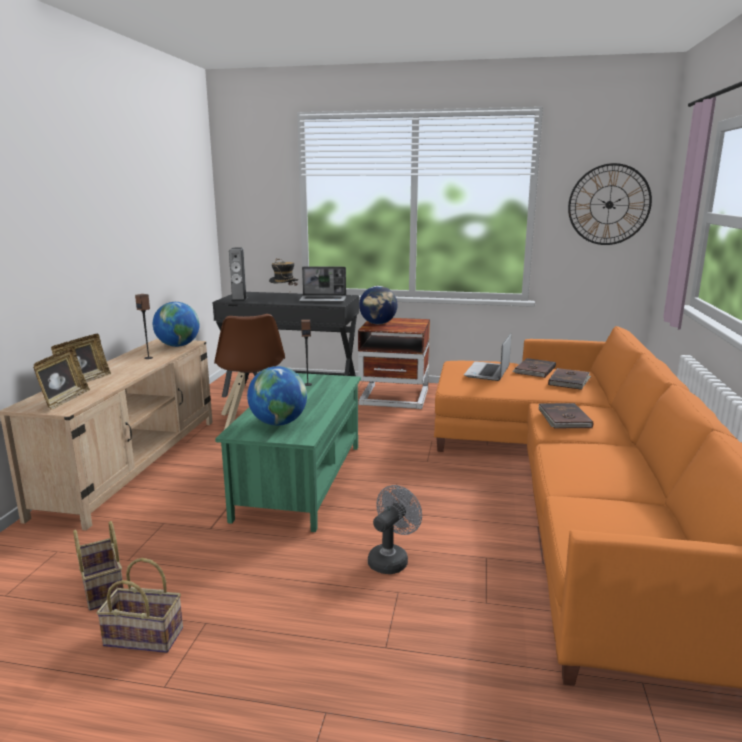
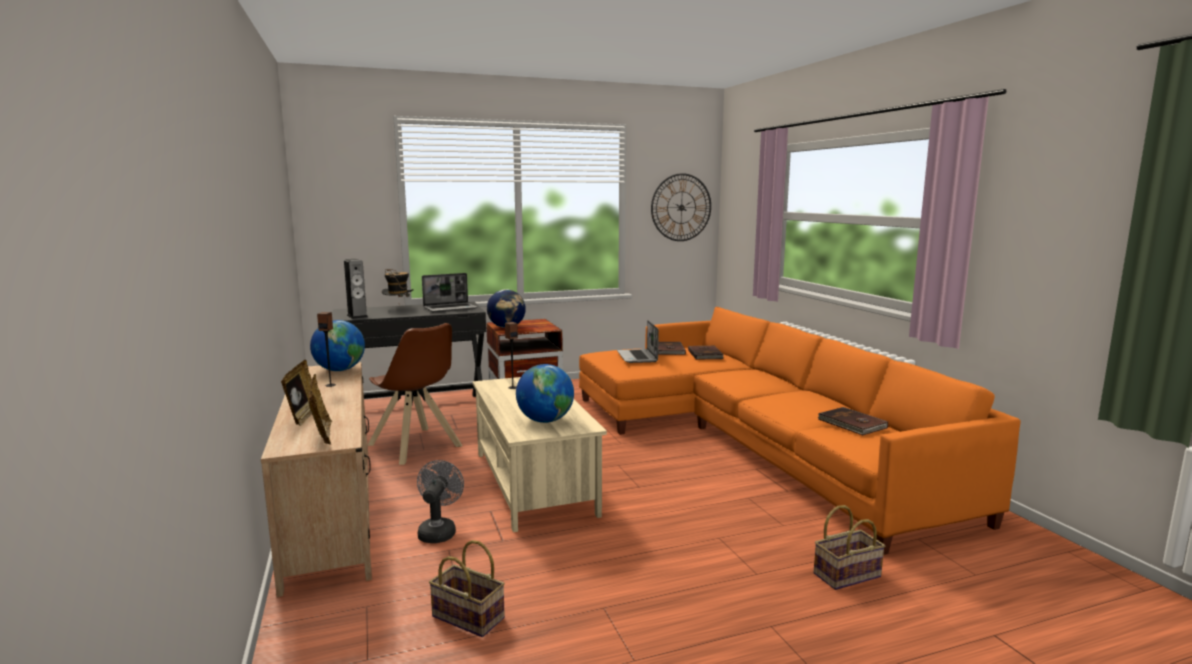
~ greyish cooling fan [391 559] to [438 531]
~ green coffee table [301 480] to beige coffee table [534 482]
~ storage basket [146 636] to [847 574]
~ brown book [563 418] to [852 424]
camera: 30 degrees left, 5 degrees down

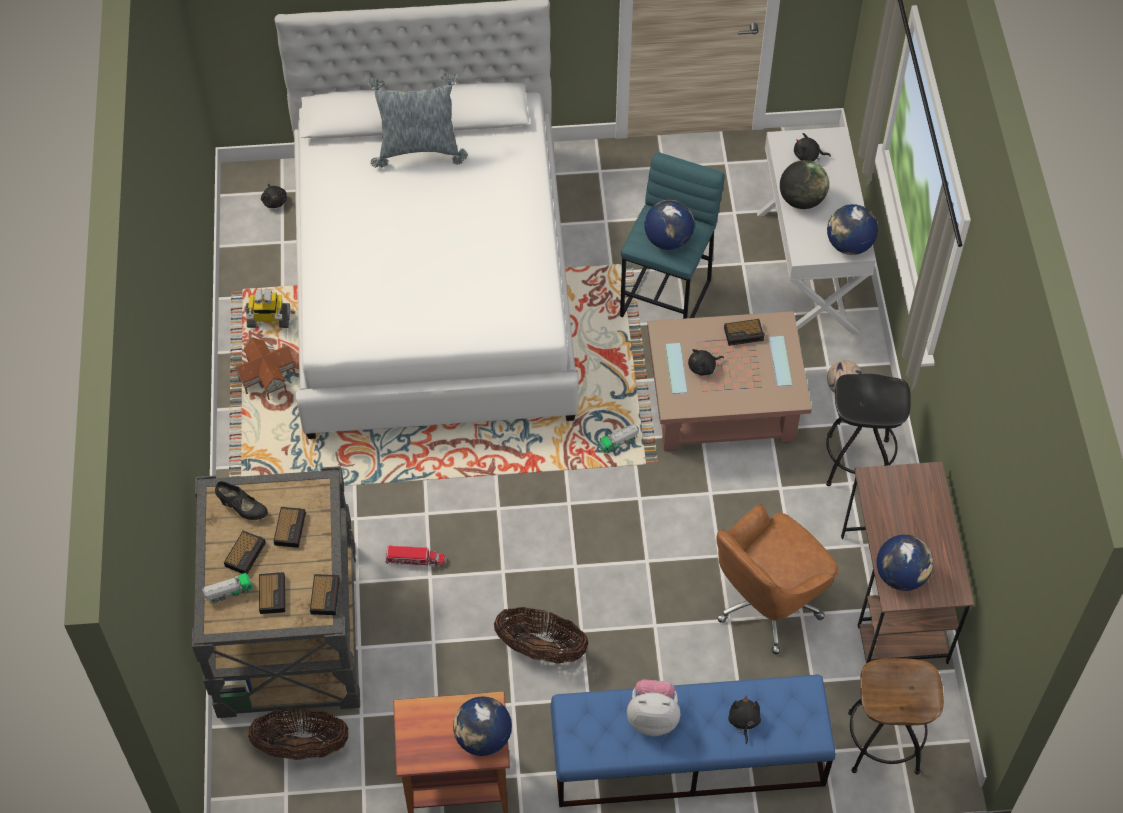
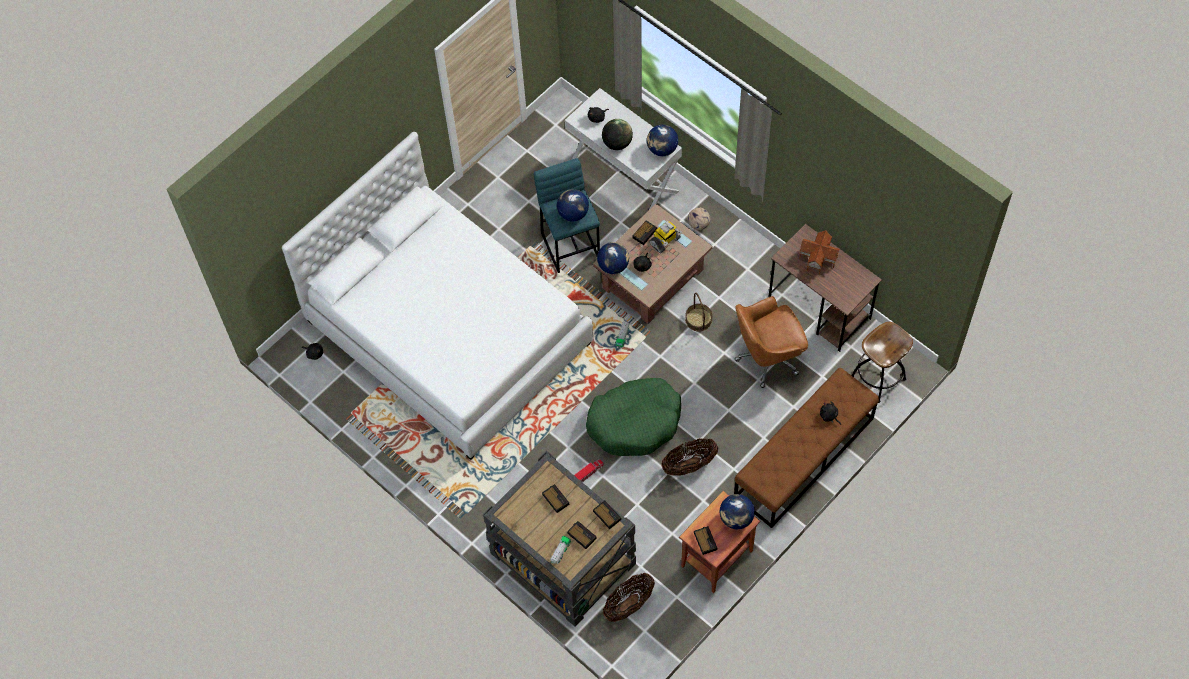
+ green pet bed [635 422]
~ world globe [901 575] to [613 266]
~ toy robot [268 319] to [665 241]
+ storage basket [698 319]
~ bedside clock [245 553] to [705 540]
~ blue long seat [687 758] to brown long seat [804 458]
~ brown desk chair [767 604] = [767 357] 60 degrees clockwise
~ miniature house [266 378] to [818 258]
- black-coloured item of footwear [242 508]
- cushion [418 153]
- plush toy [652 717]
- black-coloured sitting stool [857 461]
camera: 40 degrees left, 5 degrees up

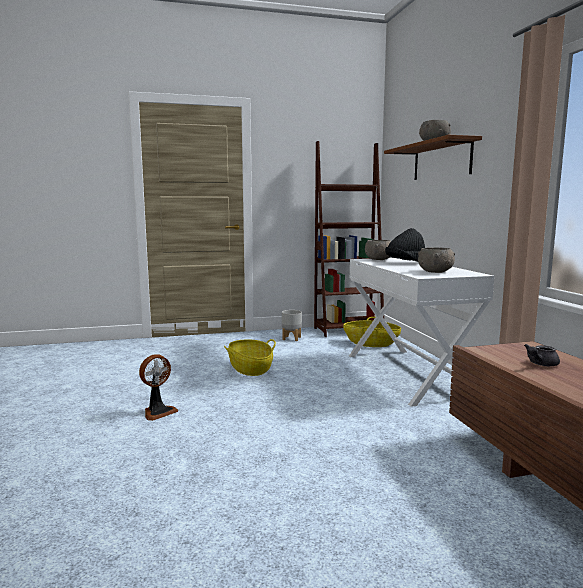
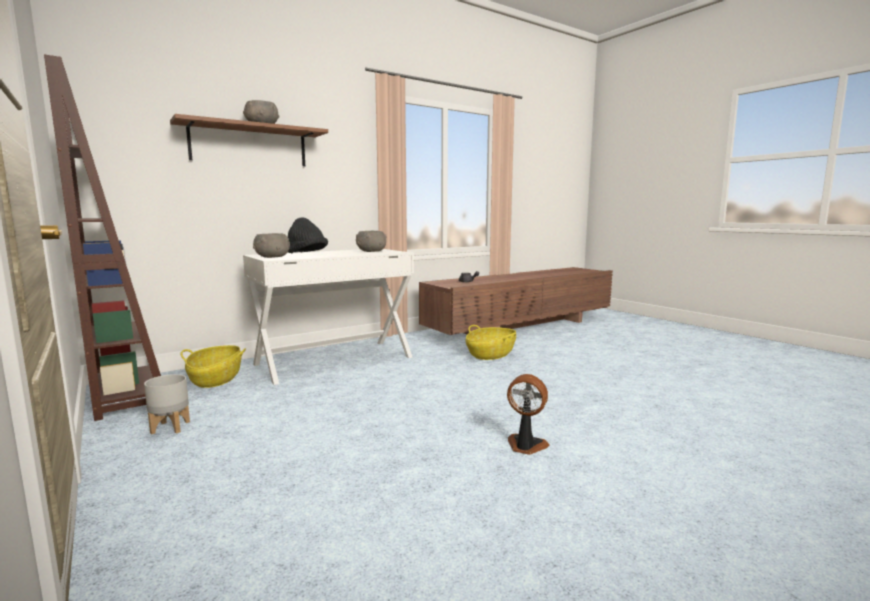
~ storage basket [250 369] to [491 354]
camera: 110 degrees left, 0 degrees up

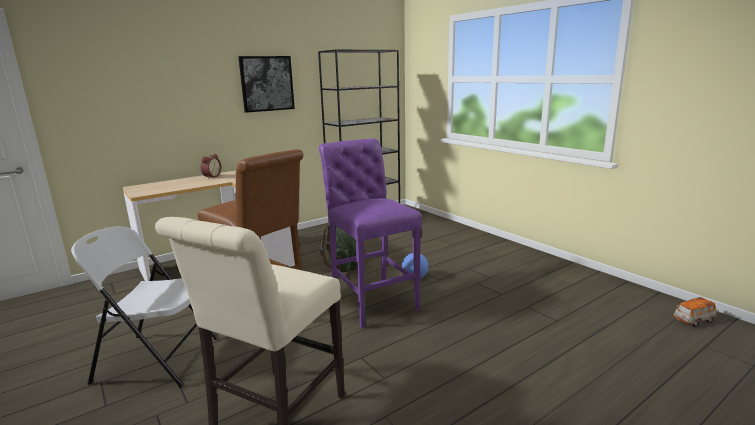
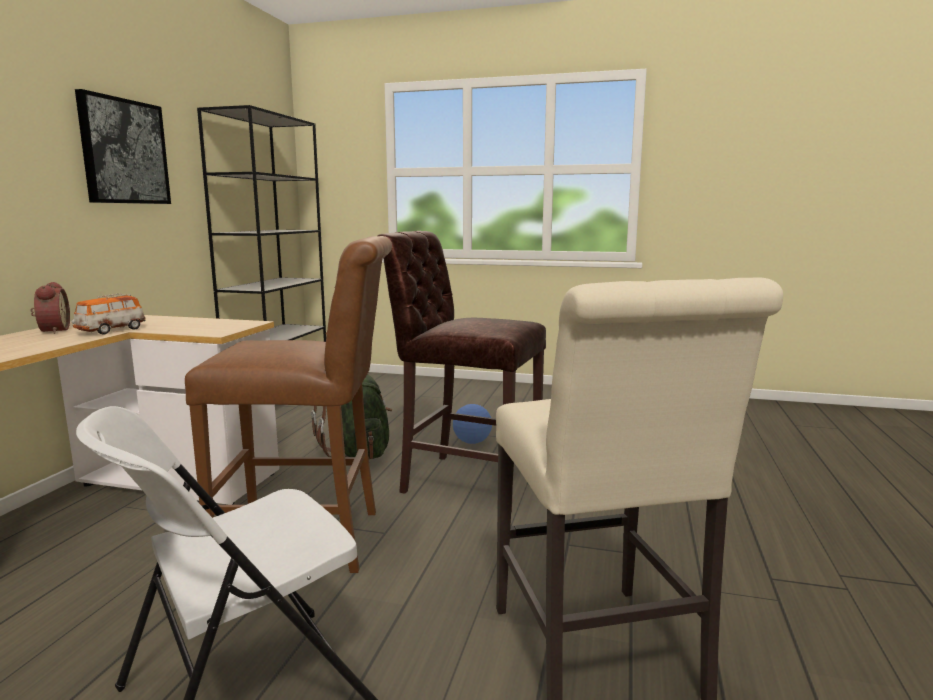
~ toy car [693 320] to [111 330]
~ purple-coloured sitting stool [372 300] to brown sitting stool [464 480]
camera: 40 degrees left, 5 degrees down

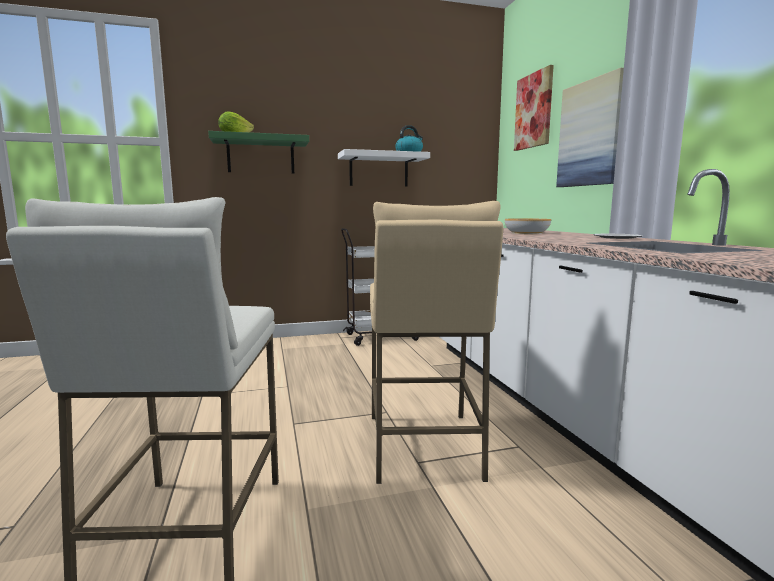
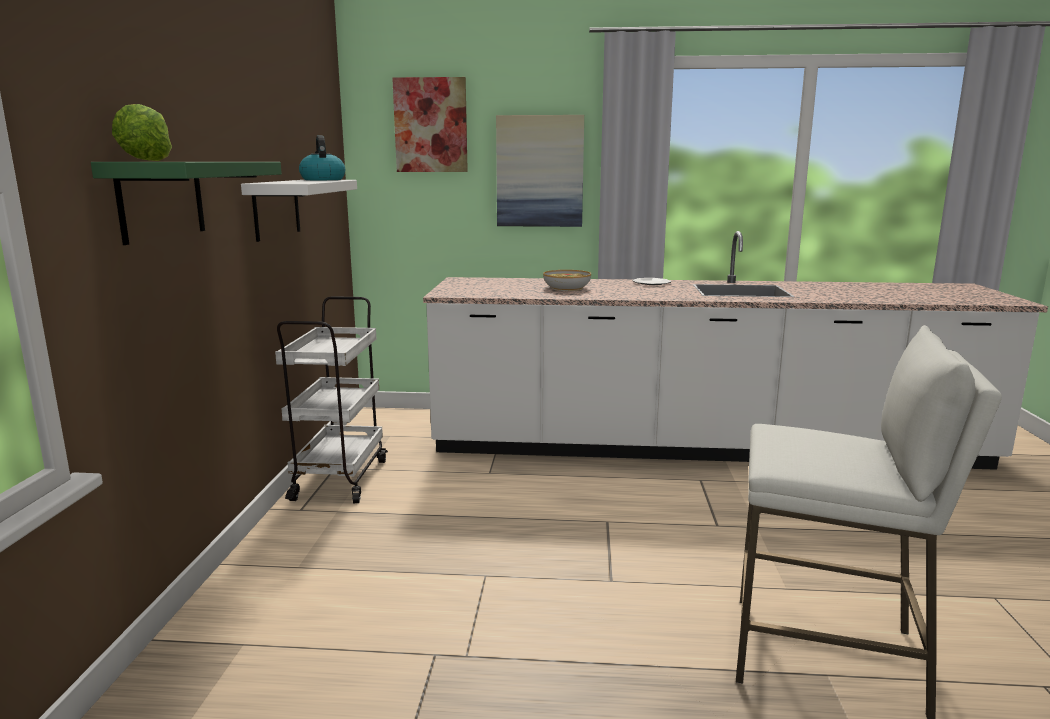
- beige sitting stool [423 446]
camera: 70 degrees left, 5 degrees up

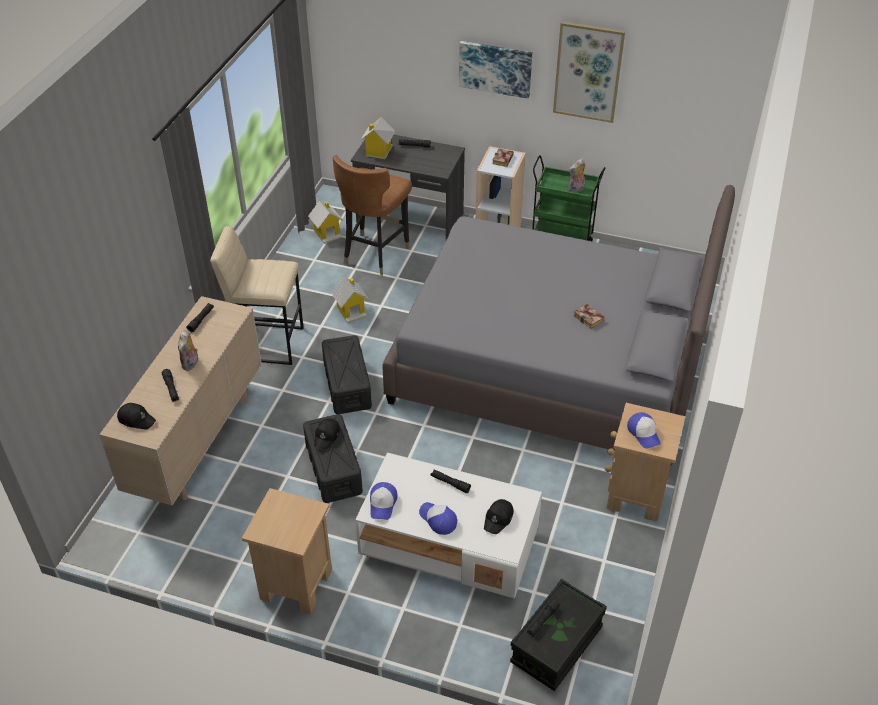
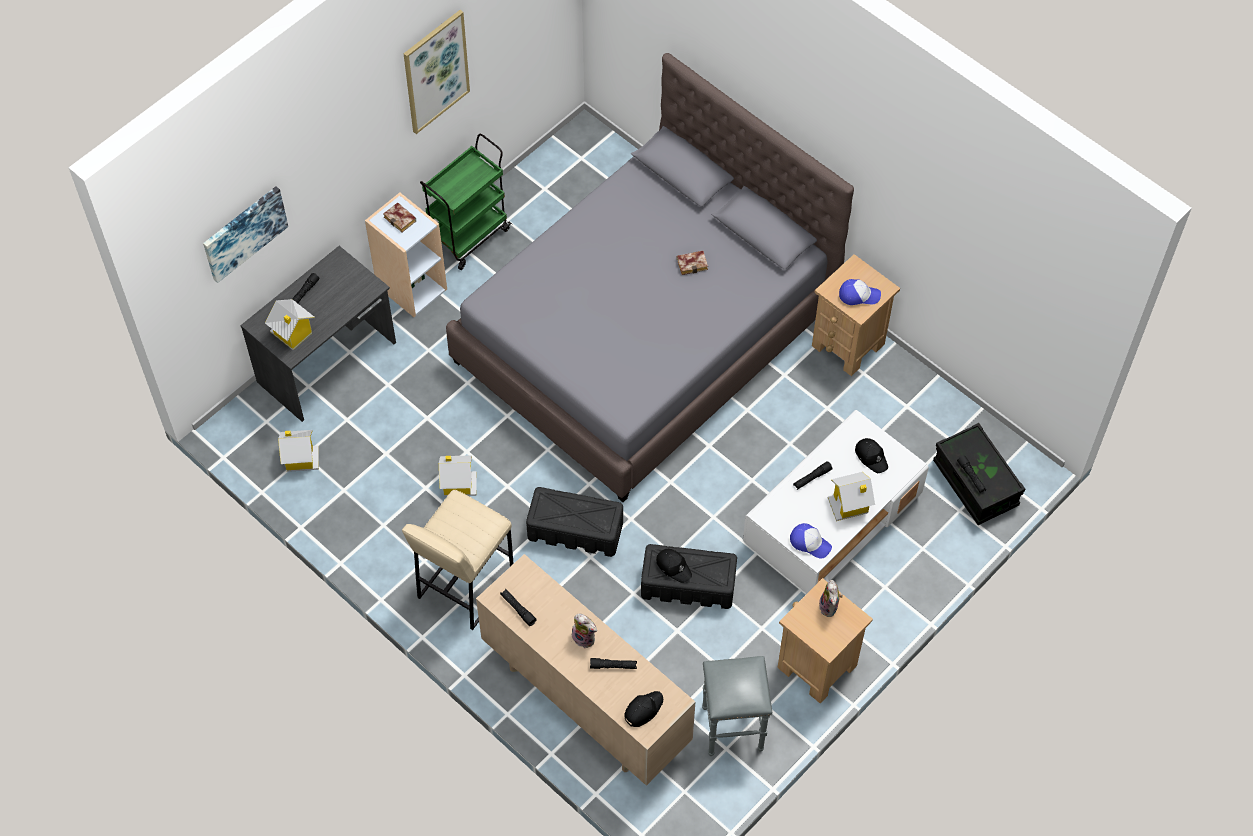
~ picture [495 68] to [244 232]
+ greyish sitting stool [731 727]
~ plush toy [576 189] to [830 607]
~ peaked cap [438 519] to miniature house [850 505]
- brown plain chair [374 254]
camera: 65 degrees left, 15 degrees up

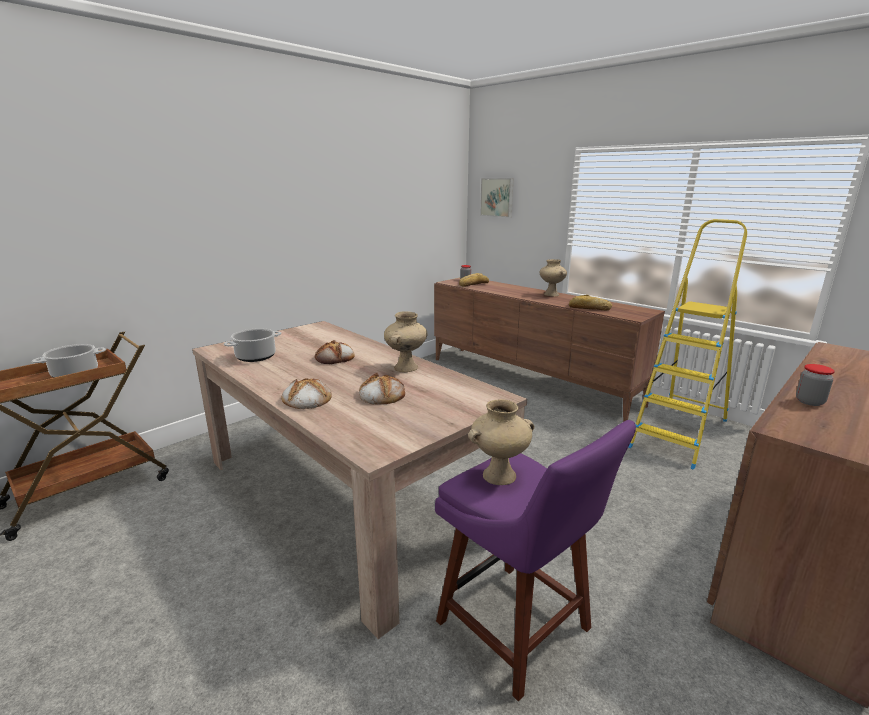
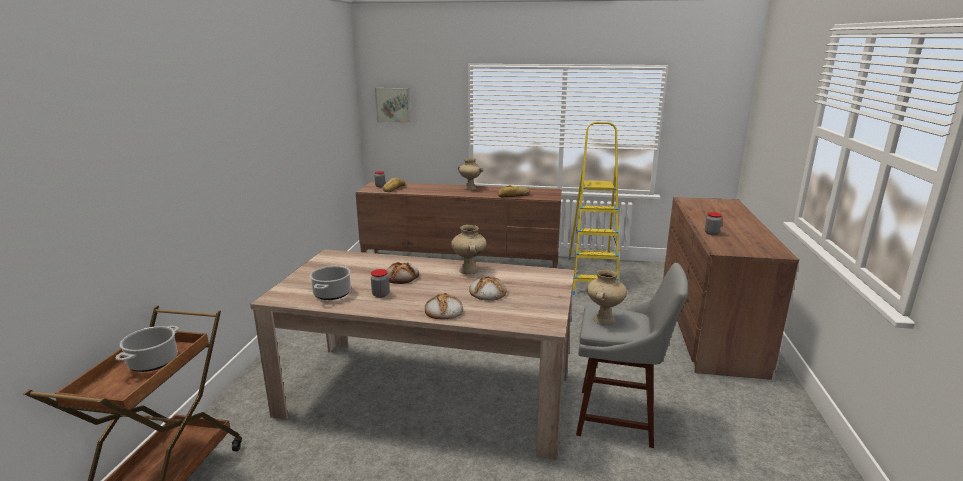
+ jar [380 294]
~ purple-coloured sitting stool [518 630] to greyish sitting stool [620 418]
camera: 35 degrees left, 0 degrees up

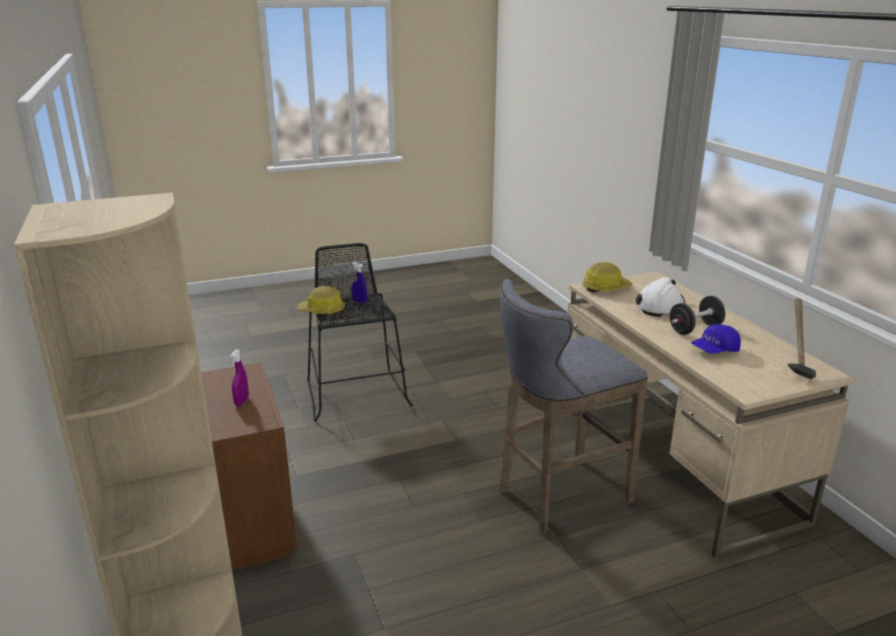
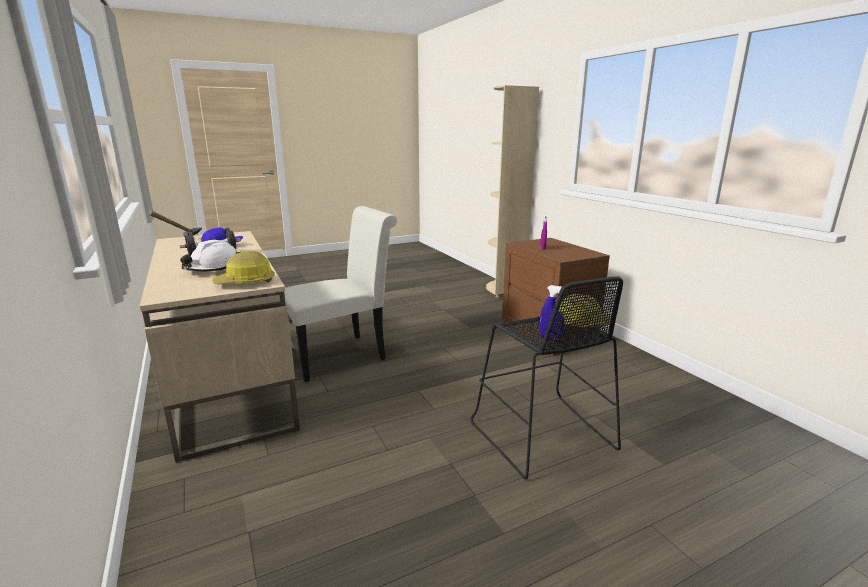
~ greyish sitting stool [558 497] to whitish plain chair [341 355]
camera: 175 degrees right, 5 degrees down

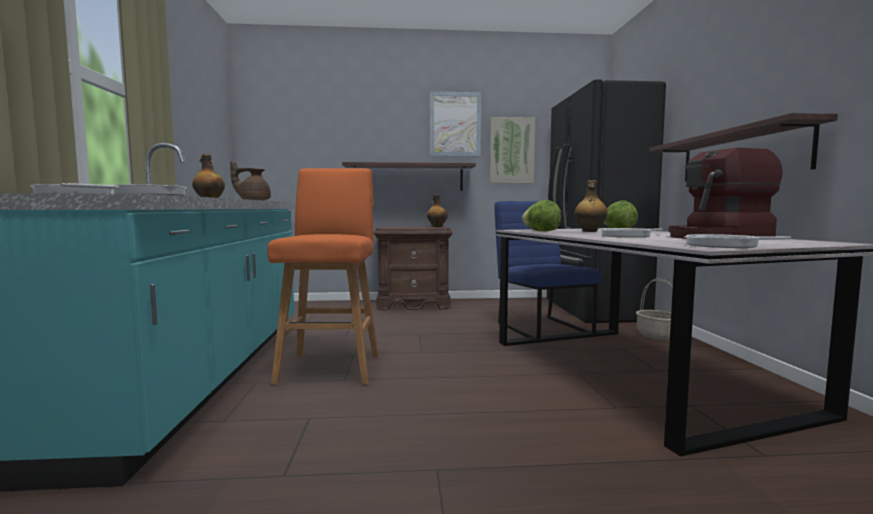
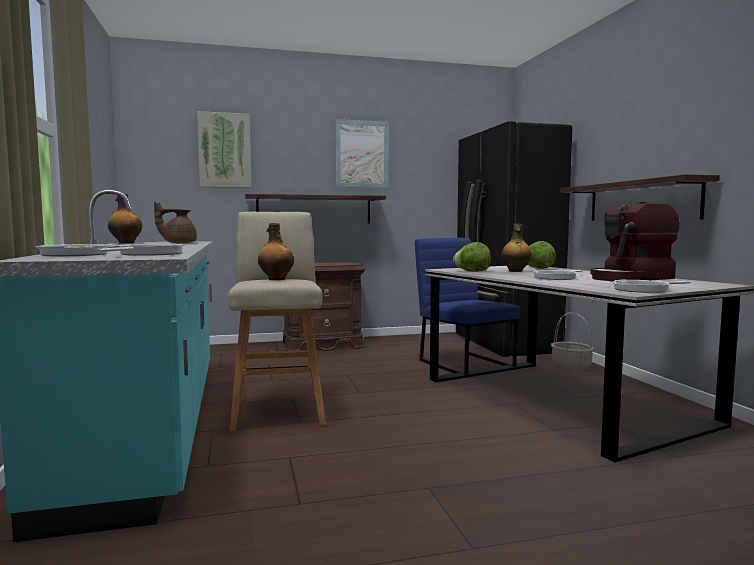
~ picture [511 150] to [224 150]
~ orangey sitting stool [330 367] to beige sitting stool [278 412]
~ drink bottle [437 227] to [276 279]
camera: 10 degrees left, 0 degrees up

